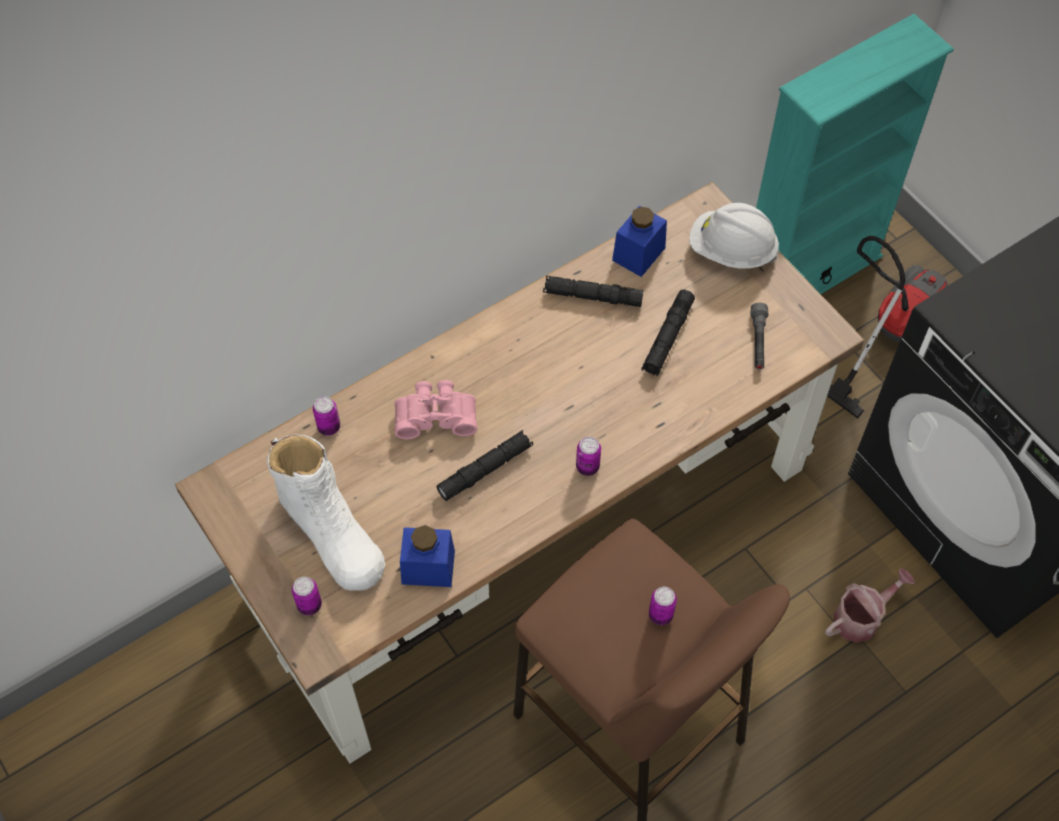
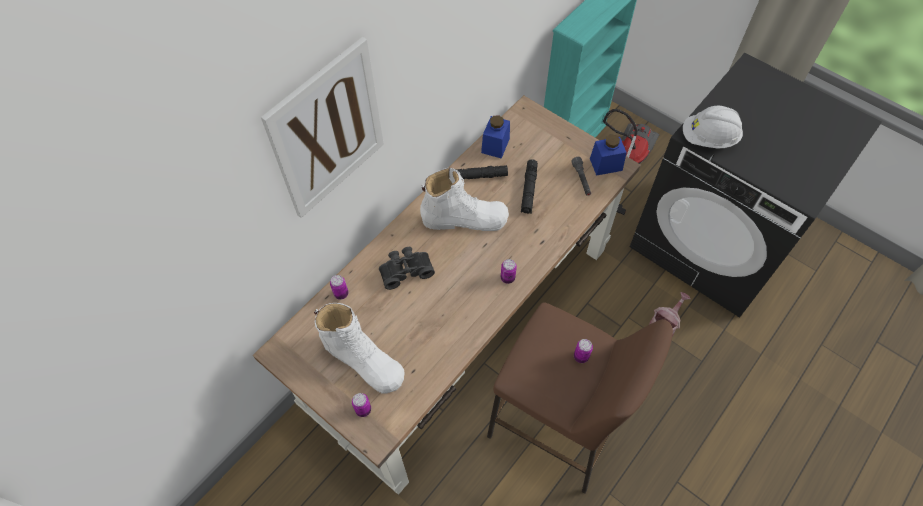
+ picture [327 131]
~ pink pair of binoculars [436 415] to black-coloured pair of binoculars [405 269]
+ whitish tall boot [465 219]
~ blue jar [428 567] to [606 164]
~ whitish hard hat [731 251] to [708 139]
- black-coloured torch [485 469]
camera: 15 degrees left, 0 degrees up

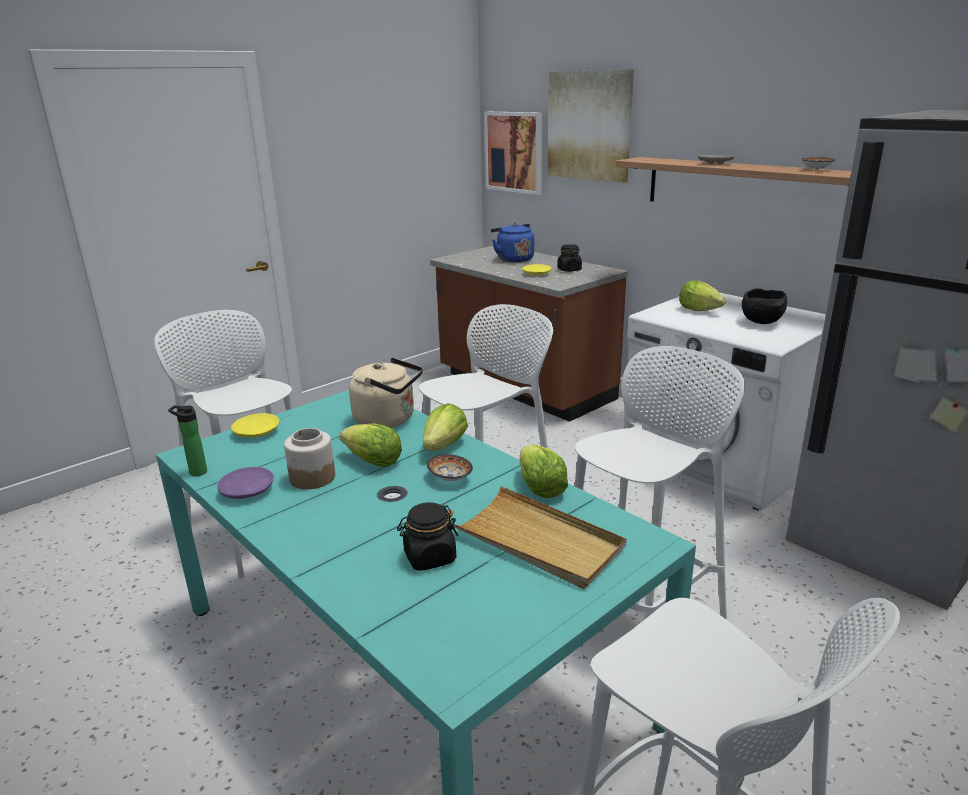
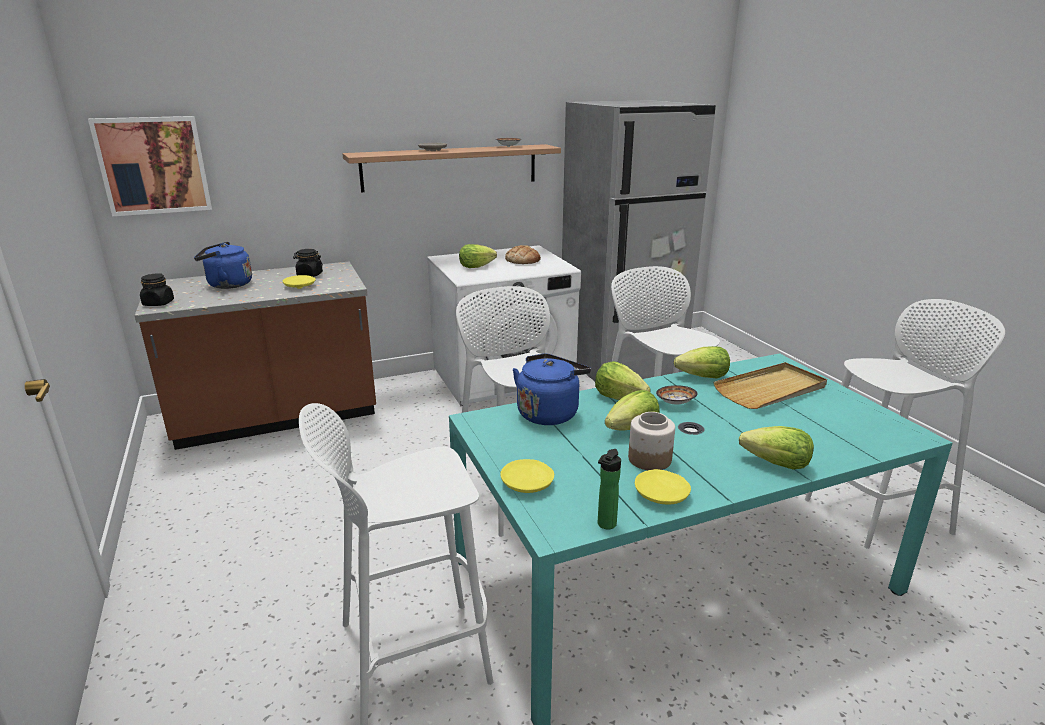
~ black-coloured jar [429 557] to [158 303]
~ black-coloured deep dish [762 322] to bakery bread [523 260]
~ beige water kettle [388 420] to blue water kettle [549 413]
~ purple-coloured plate [247 491] to yellow-coloured plate [662 494]
+ head of lettuce [776 464]
- picture [589 126]
camera: 70 degrees left, 0 degrees up

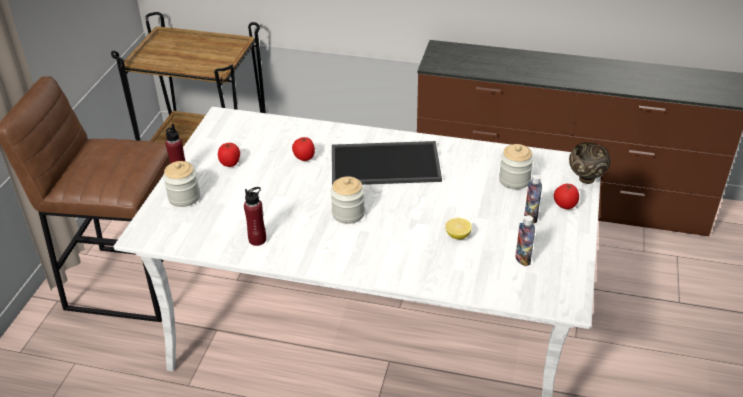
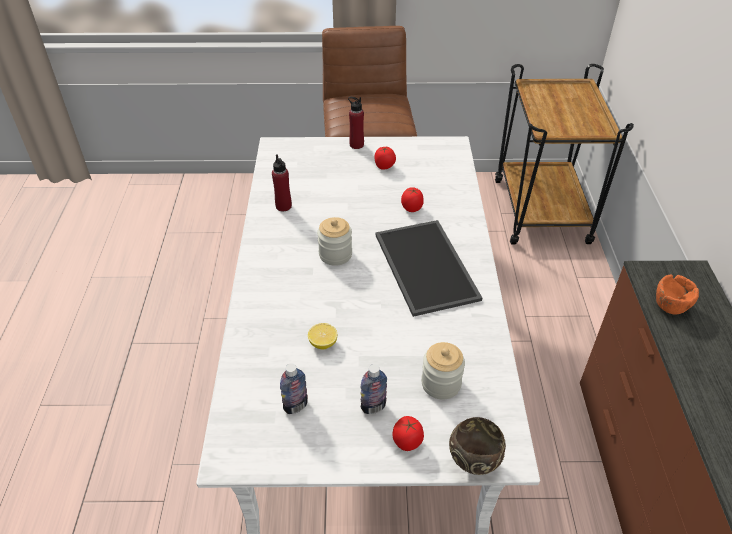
+ orangey deep dish [670 306]
- jar [184 197]
camera: 75 degrees right, 5 degrees up

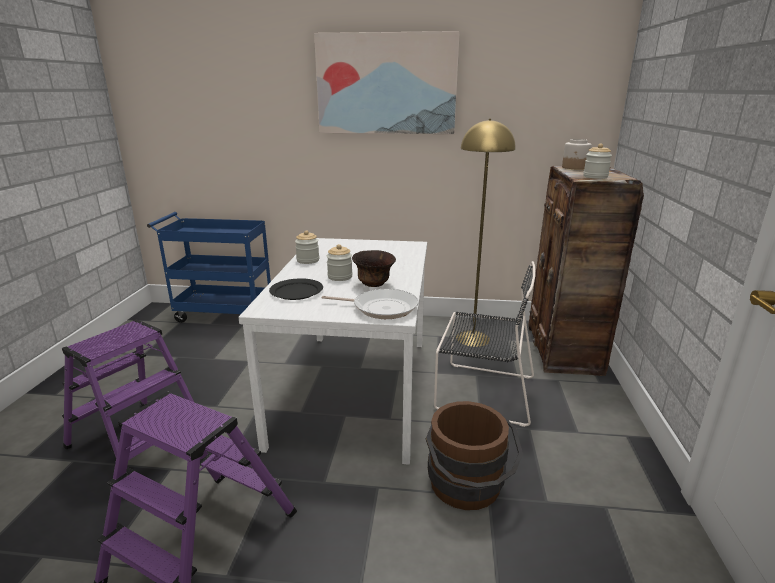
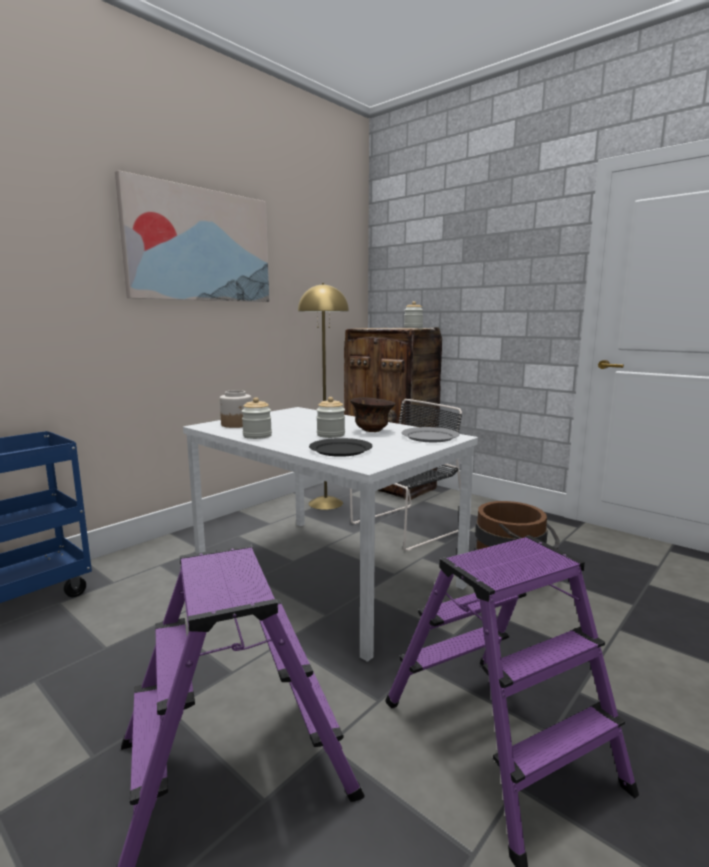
~ jar [575 167] to [237 424]
~ skillet [381 308] to greyish plate [429 437]
camera: 55 degrees left, 10 degrees down

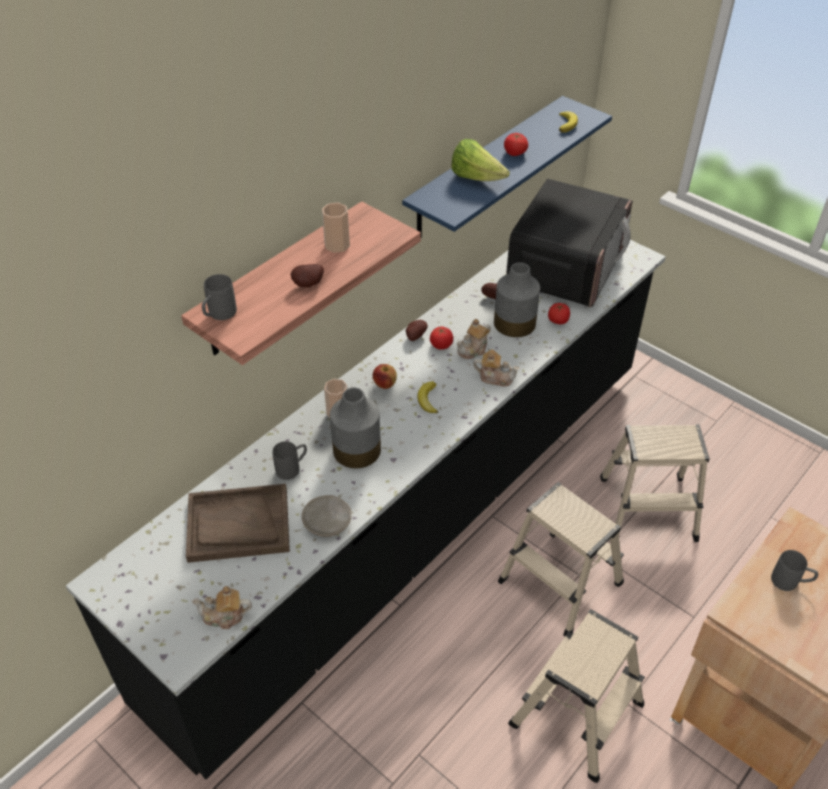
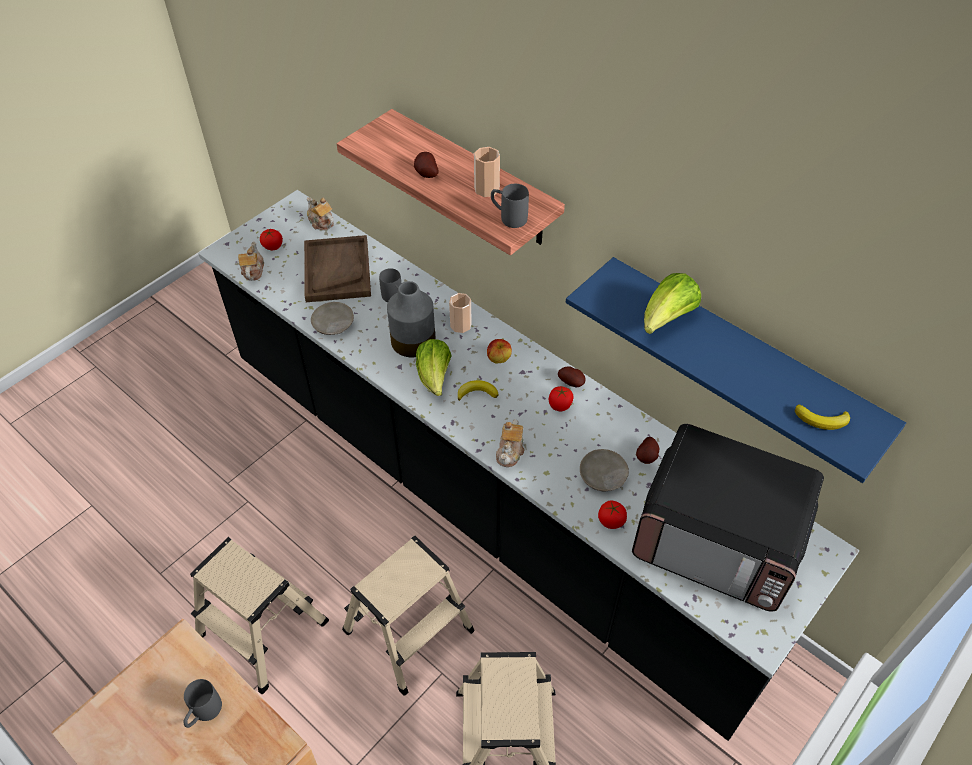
~ fresh tomato [515 153] to [272 246]
~ teapot [473 349] to [321 222]
+ head of lettuce [434 377]
~ greyish coffee mug [219 315] to [508 217]
~ greyish vase [515 323] to beige plate [602 475]
camera: 90 degrees right, 5 degrees up

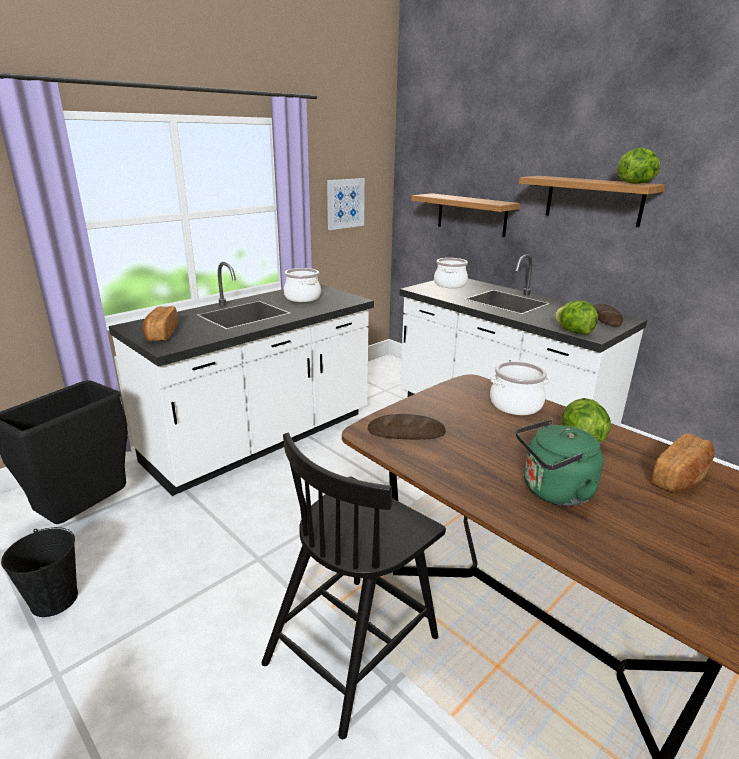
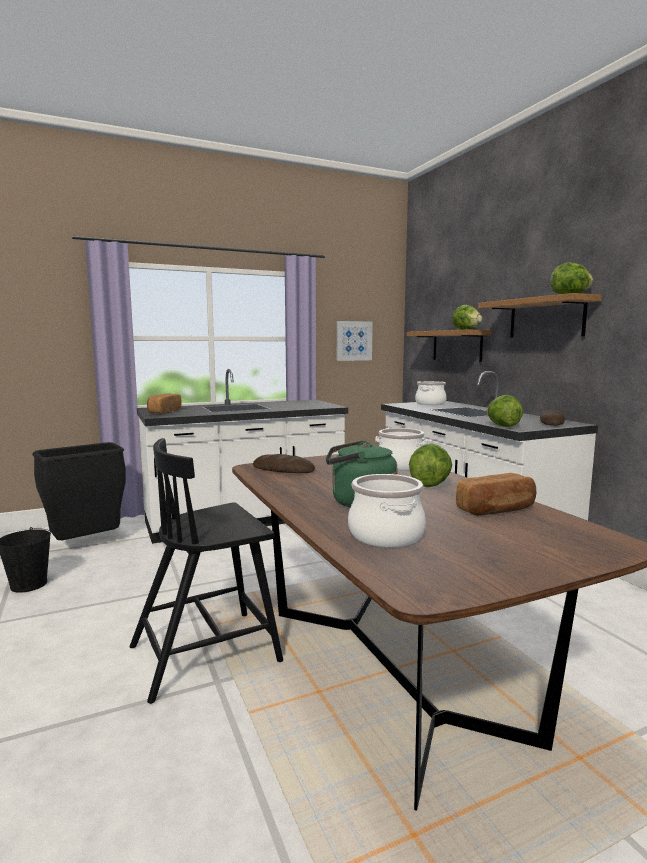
~ cooking pot [302 298] to [385 535]
+ head of lettuce [466 329]
camera: 20 degrees right, 15 degrees down

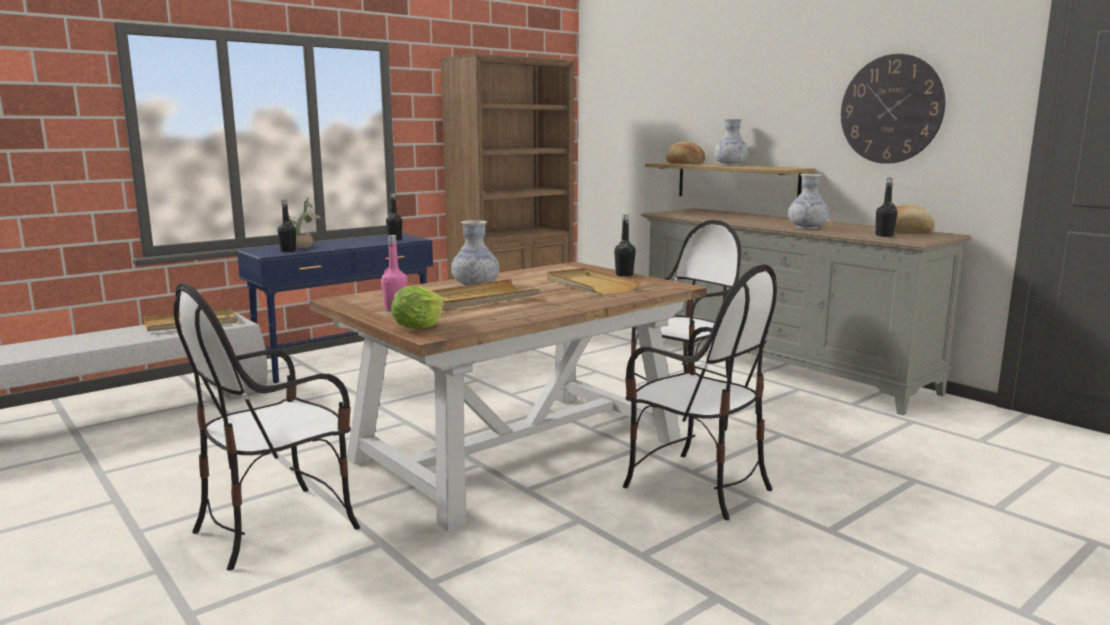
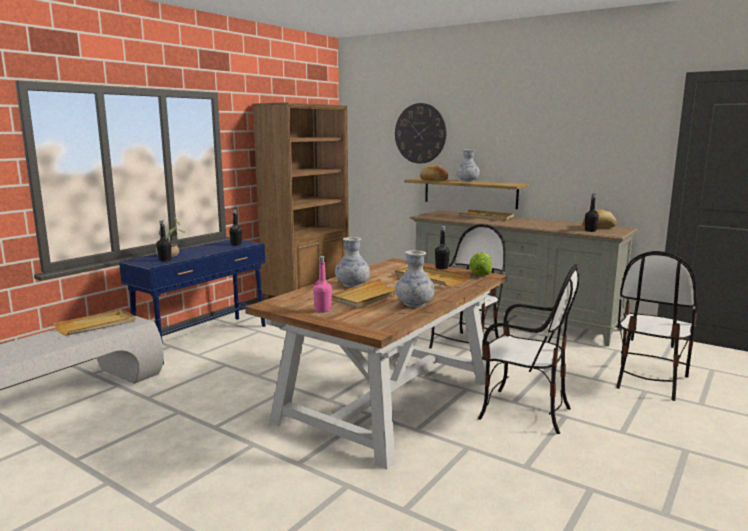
~ clock on the wall [891 109] to [420 133]
~ vase [807 227] to [414 304]
+ beige carrying tray [486 217]
~ head of lettuce [418 327] to [480 275]
~ plain chair [277 526] to [649 381]
camera: 15 degrees left, 0 degrees up

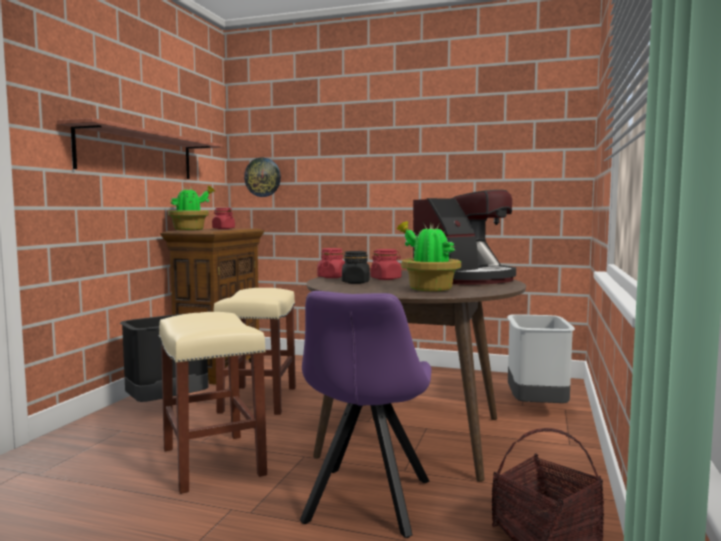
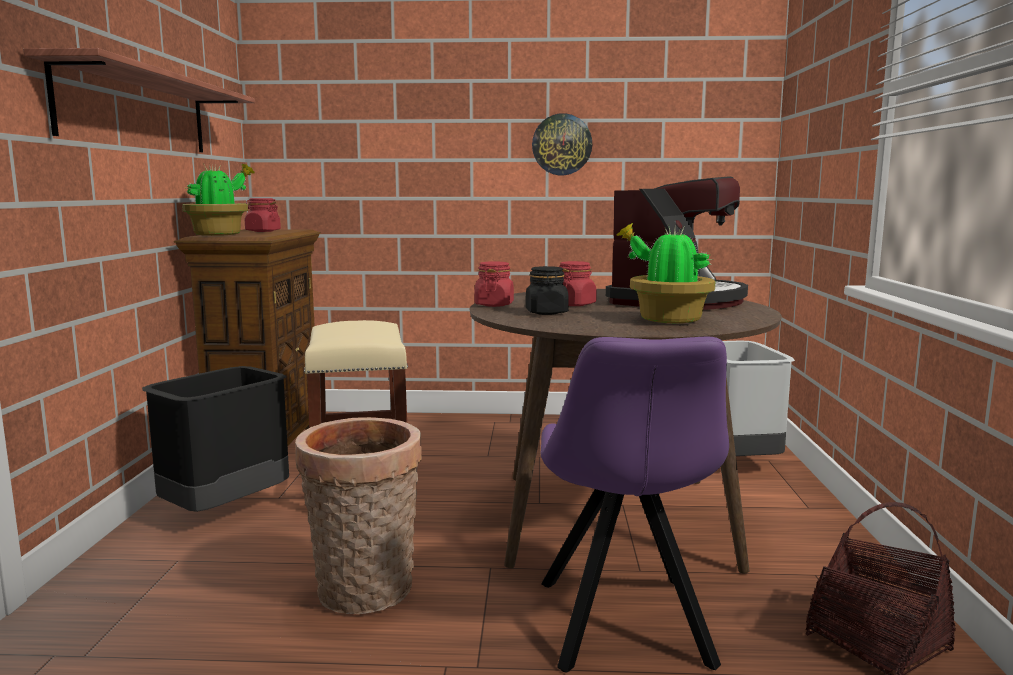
~ beige sitting stool [214 462] to storage basket [365 594]
~ clock on the wall [263 177] to [562 144]
camera: 15 degrees left, 5 degrees up

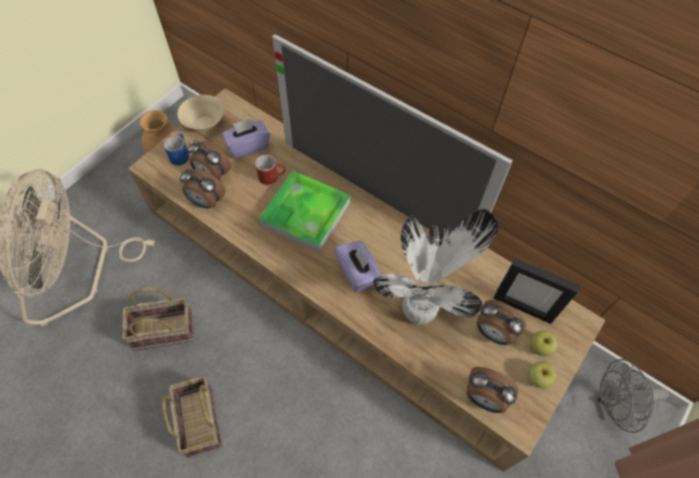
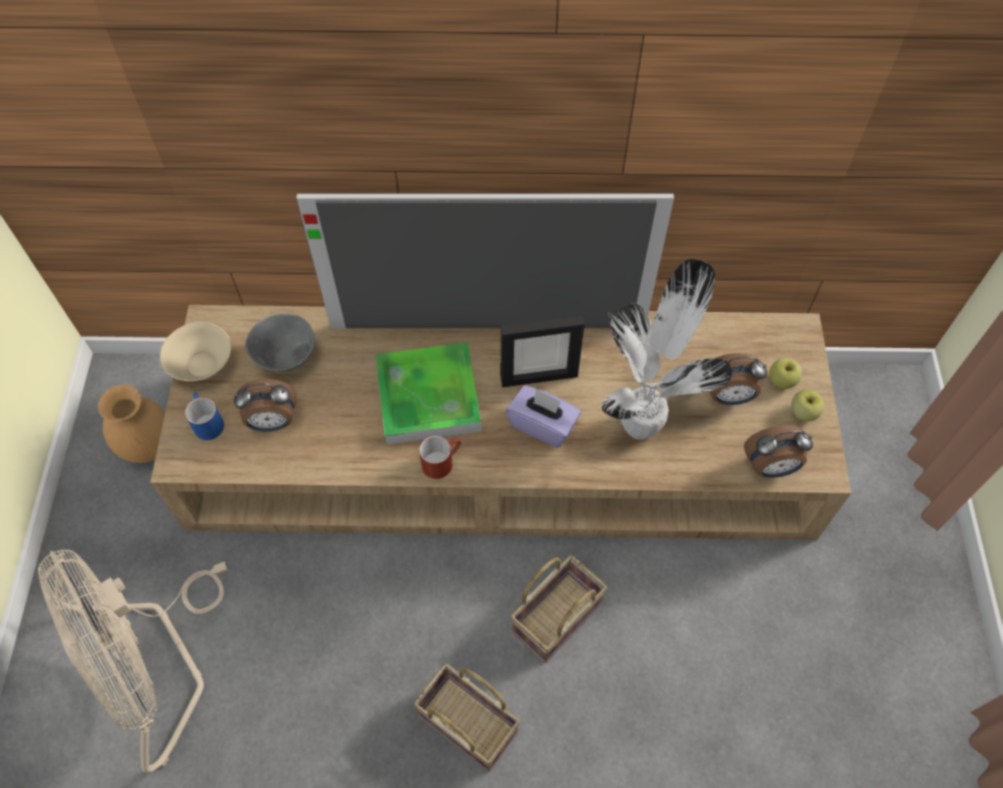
~ purple-coloured tissue box [248 146] to greyish deep dish [286 360]
~ red coffee mug [272 176] to [441 461]
~ picture frame [523 306] to [539 376]
~ storage basket [166 330] to [557 615]
- bedside clock [206 202]
- greyish cooling fan [611 409]
camera: 35 degrees left, 0 degrees up

